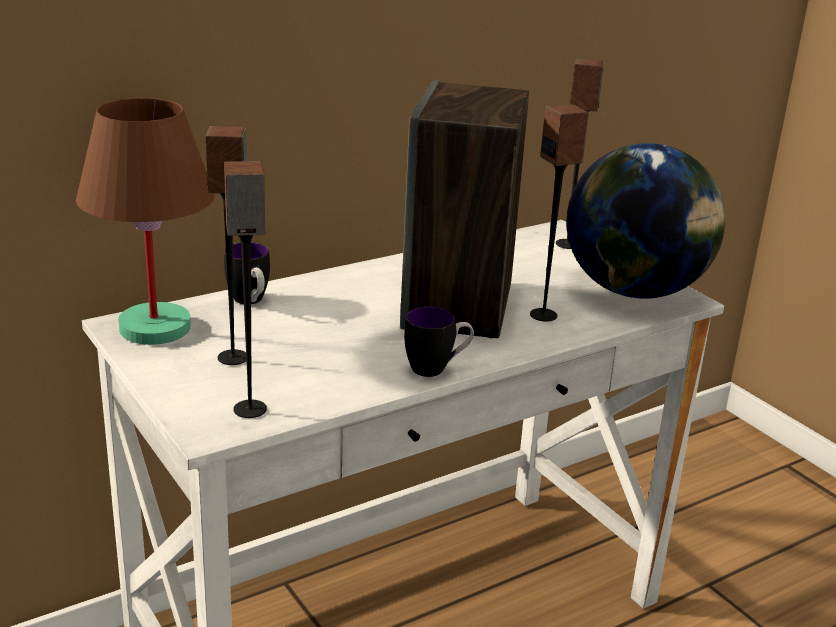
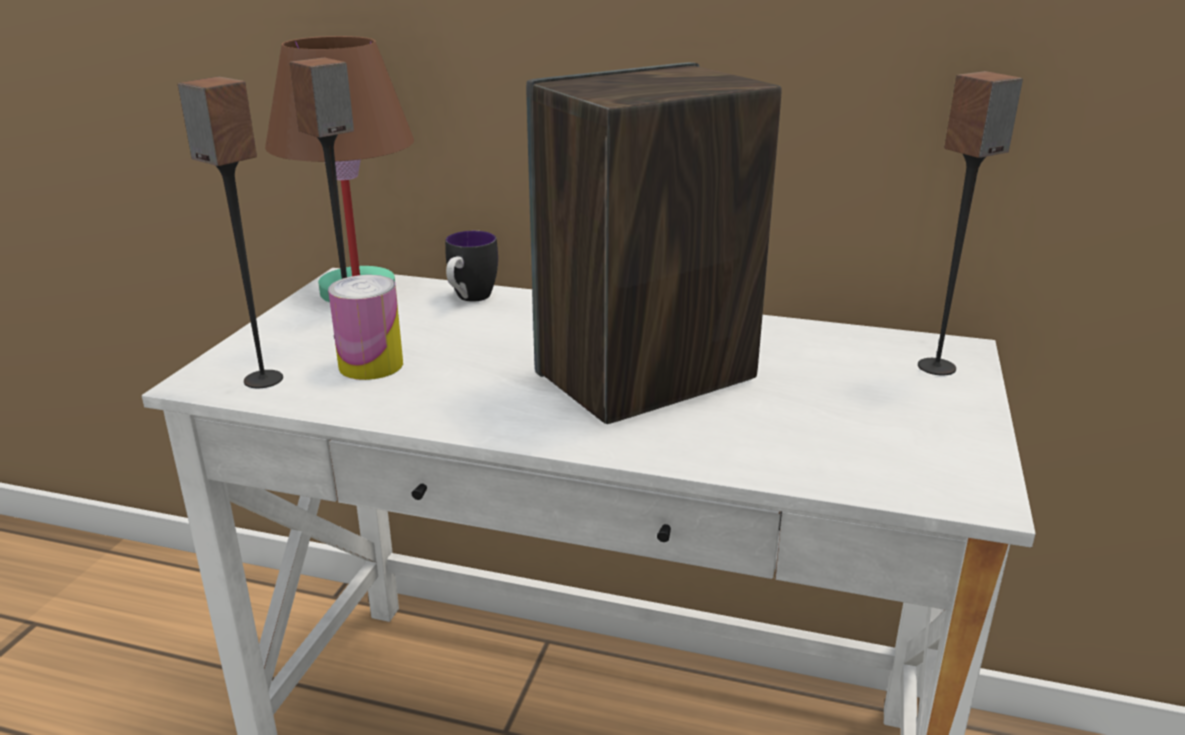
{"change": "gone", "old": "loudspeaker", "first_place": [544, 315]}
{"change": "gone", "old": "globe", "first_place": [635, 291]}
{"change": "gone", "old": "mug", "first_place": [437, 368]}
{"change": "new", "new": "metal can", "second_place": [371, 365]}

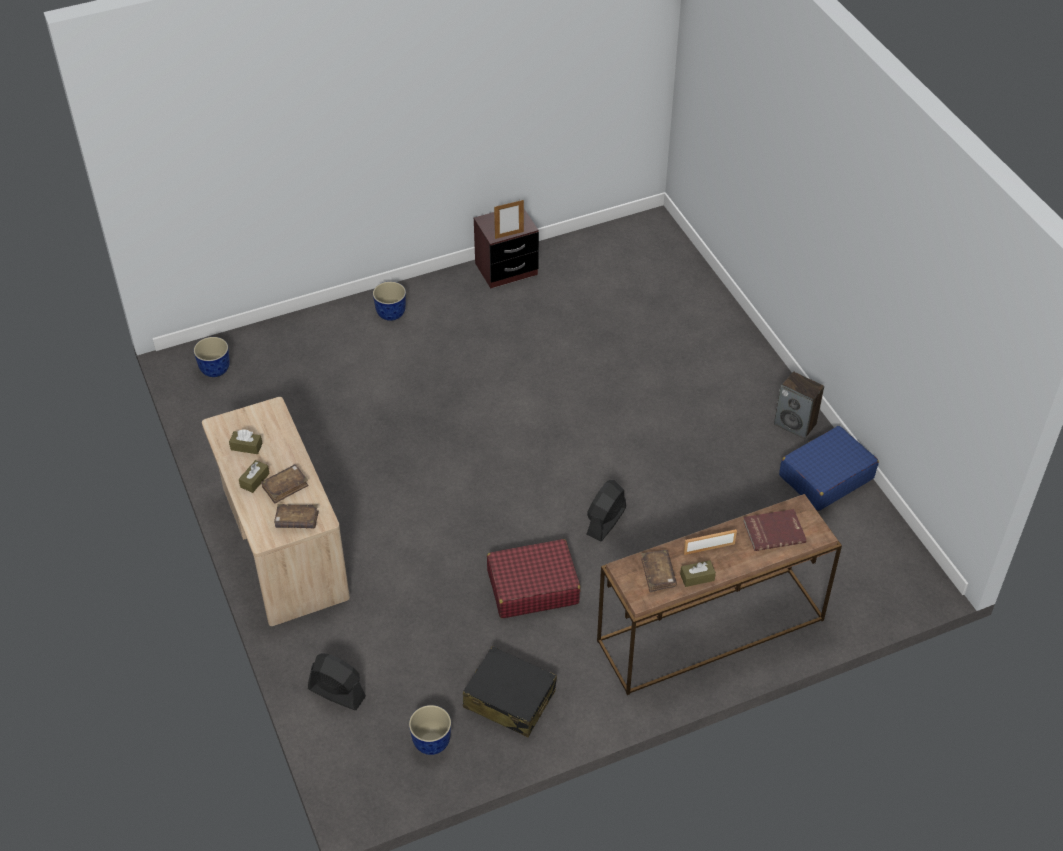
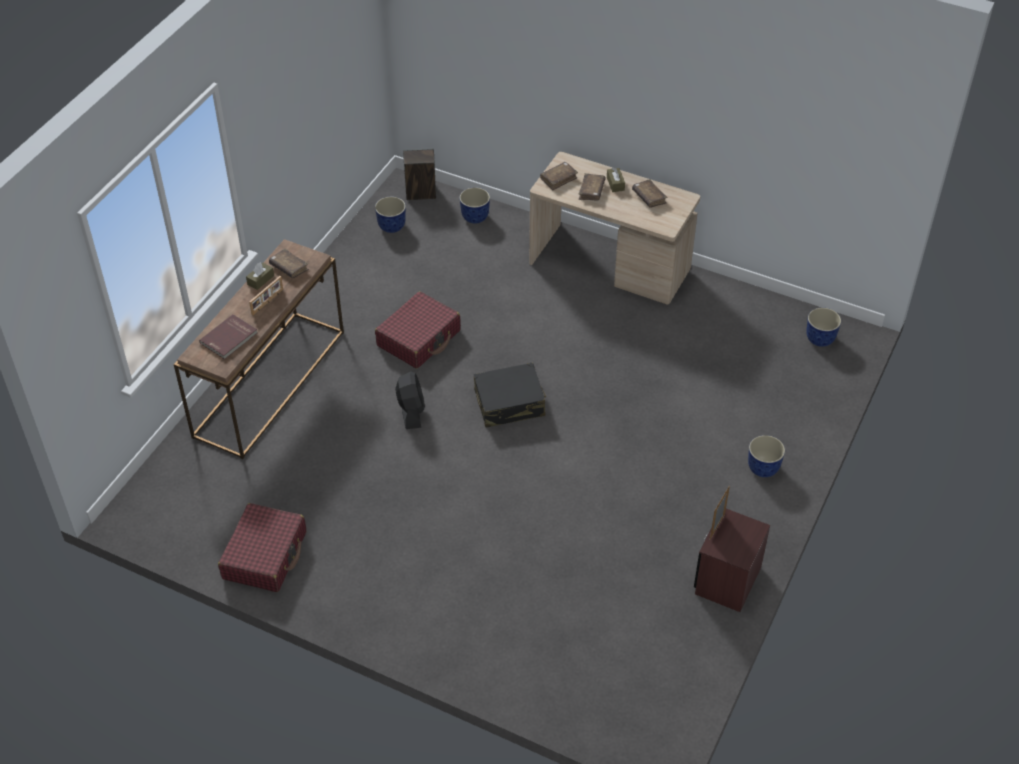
{"change": "shifted", "old": "loudspeaker", "first_place": [795, 424], "second_place": [420, 193]}
{"change": "repainted", "old": "blue travel case", "new": "reddish travel case", "first_place": [826, 477], "second_place": [265, 555]}
{"change": "swapped", "old": "brown box of tissues", "new": "brown book", "first_place": [246, 446], "second_place": [649, 197]}
{"change": "shifted", "old": "black travel case", "first_place": [509, 699], "second_place": [509, 403]}
{"change": "swapped", "old": "black fan", "new": "plant pot", "first_place": [336, 692], "second_place": [475, 217]}

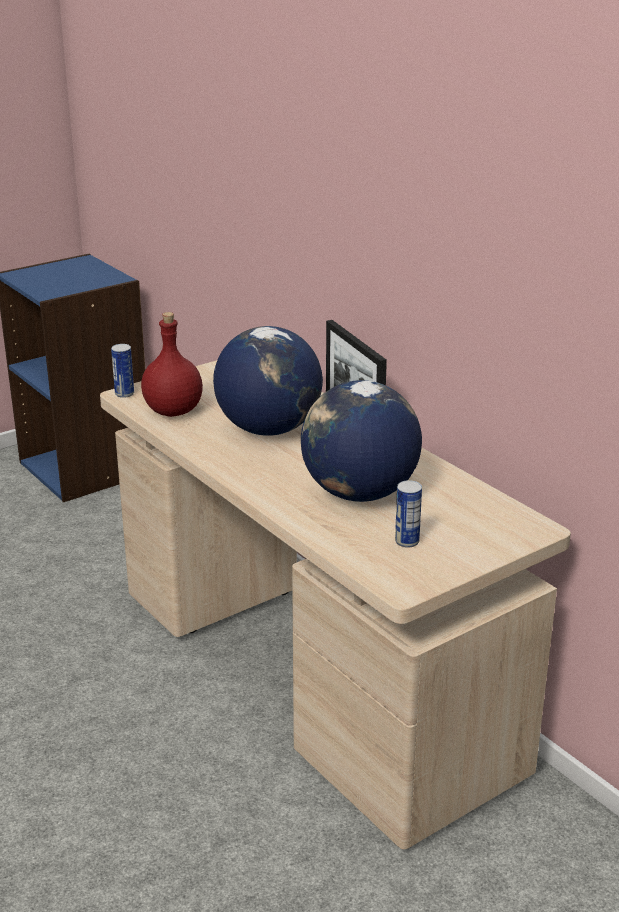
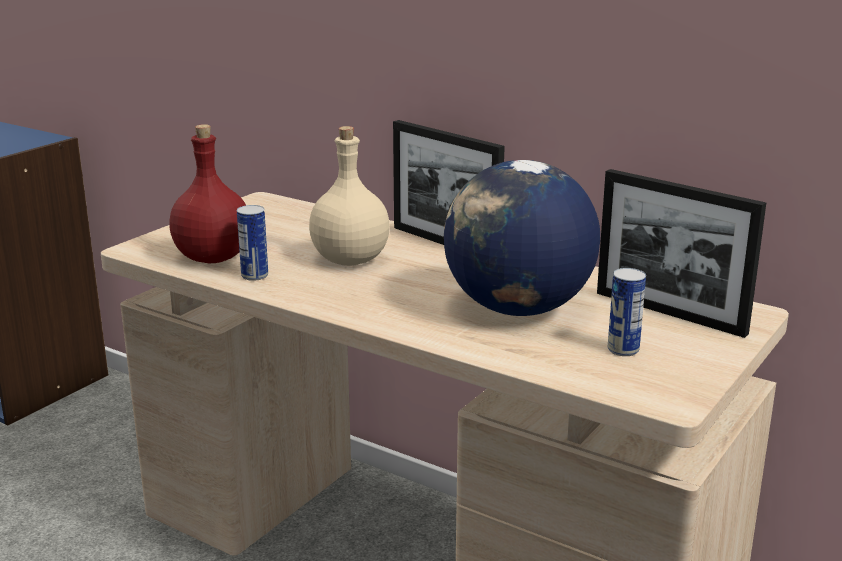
{"change": "swapped", "old": "globe", "new": "beige beverage bottle", "first_place": [268, 429], "second_place": [348, 260]}
{"change": "shifted", "old": "metal can", "first_place": [124, 394], "second_place": [254, 276]}
{"change": "new", "new": "standing frame", "second_place": [669, 313]}

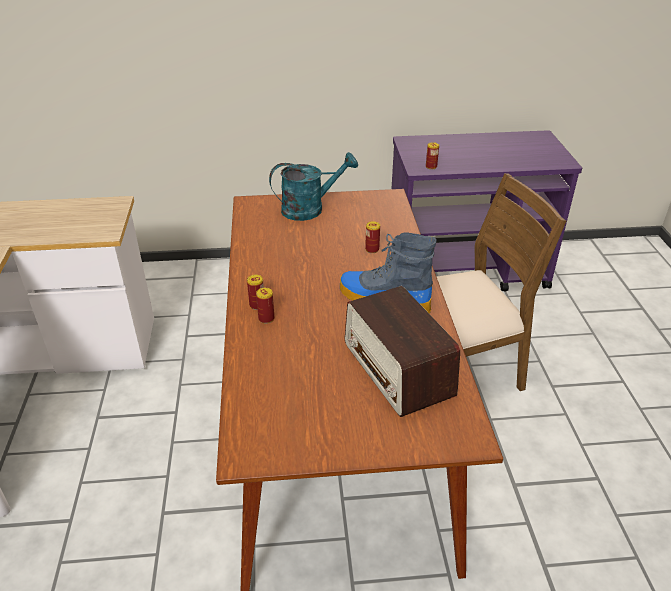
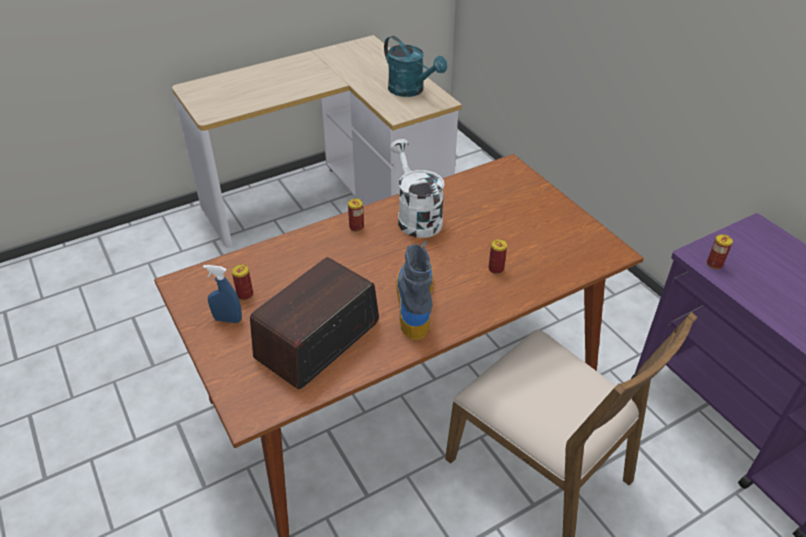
{"change": "shifted", "old": "turquoise-coloured watering pot", "first_place": [310, 209], "second_place": [411, 90]}
{"change": "shifted", "old": "metal can", "first_place": [266, 318], "second_place": [245, 295]}
{"change": "new", "new": "white watering pot", "second_place": [416, 217]}
{"change": "new", "new": "blue sprayer", "second_place": [228, 319]}

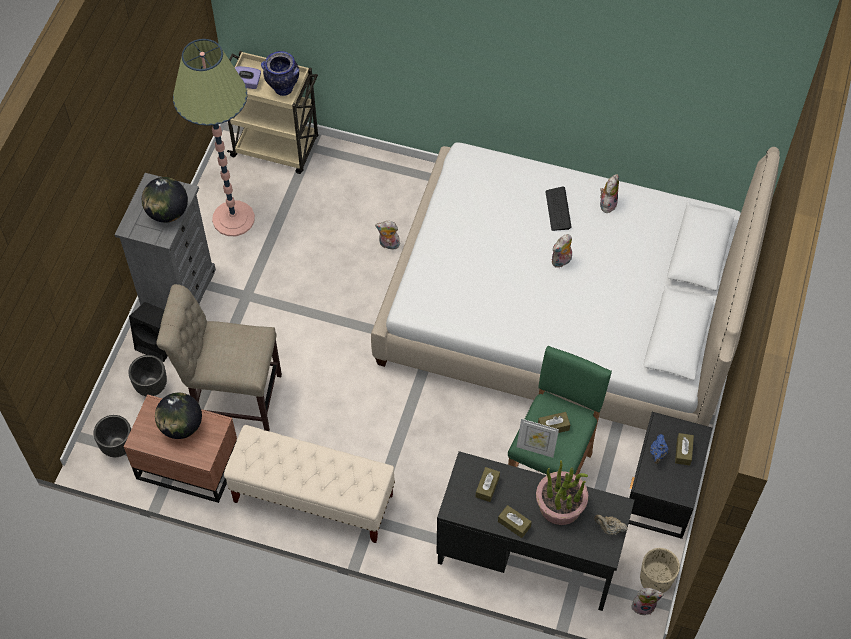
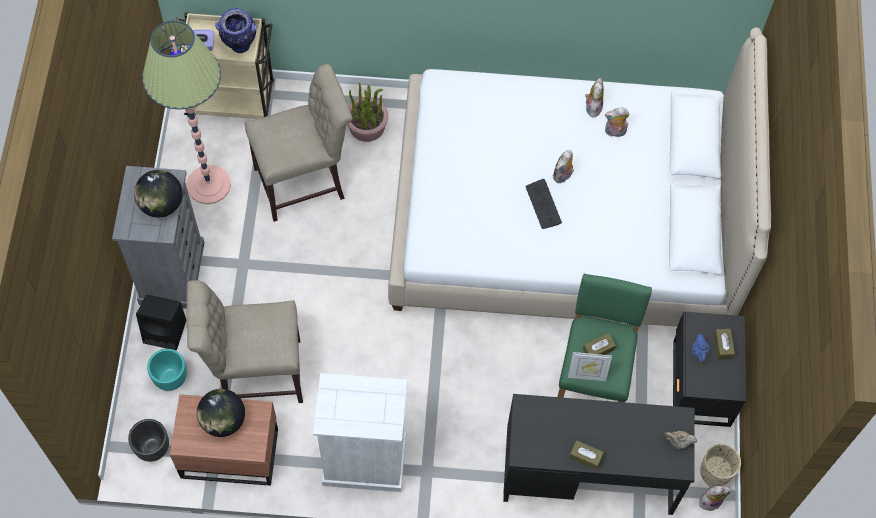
{"change": "shifted", "old": "keyboard", "first_place": [558, 209], "second_place": [543, 205]}
{"change": "shifted", "old": "cuddly toy", "first_place": [388, 245], "second_place": [614, 132]}
{"change": "repainted", "old": "black plant pot", "new": "turquoise-coloured plant pot", "first_place": [151, 387], "second_place": [170, 379]}
{"change": "swapped", "old": "beige long seat", "new": "white drawer chest", "first_place": [313, 498], "second_place": [364, 461]}
{"change": "shifted", "old": "potted plant", "first_place": [560, 505], "second_place": [367, 126]}
{"change": "gone", "old": "brown box of tissues", "first_place": [487, 487]}
{"change": "new", "new": "beige chair", "second_place": [305, 182]}

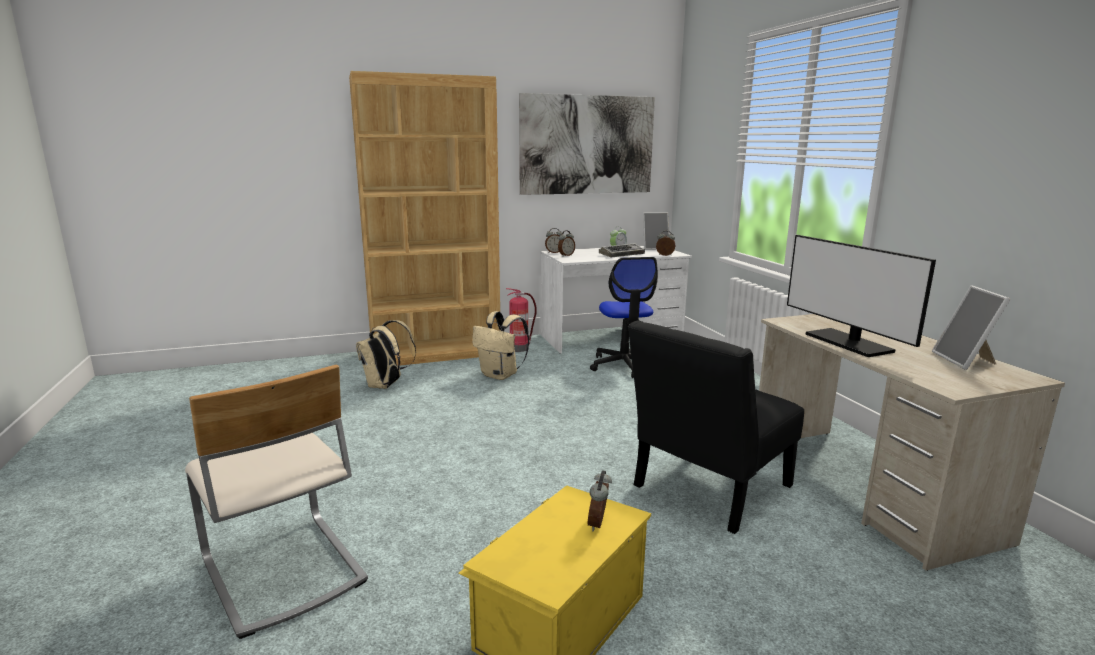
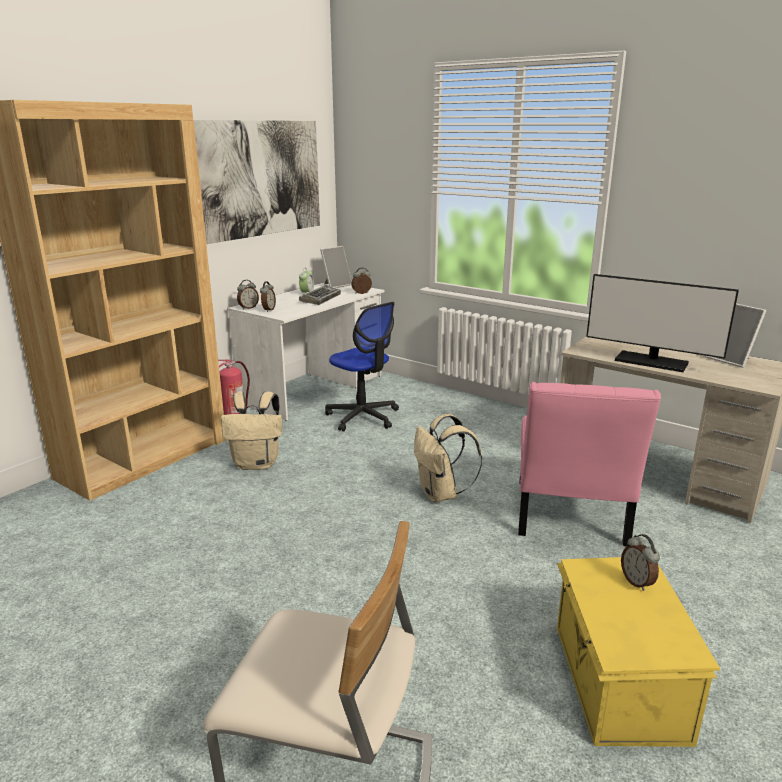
{"change": "shifted", "old": "beige rucksack", "first_place": [385, 385], "second_place": [441, 494]}
{"change": "repainted", "old": "black chair", "new": "pink-coloured chair", "first_place": [707, 489], "second_place": [569, 516]}

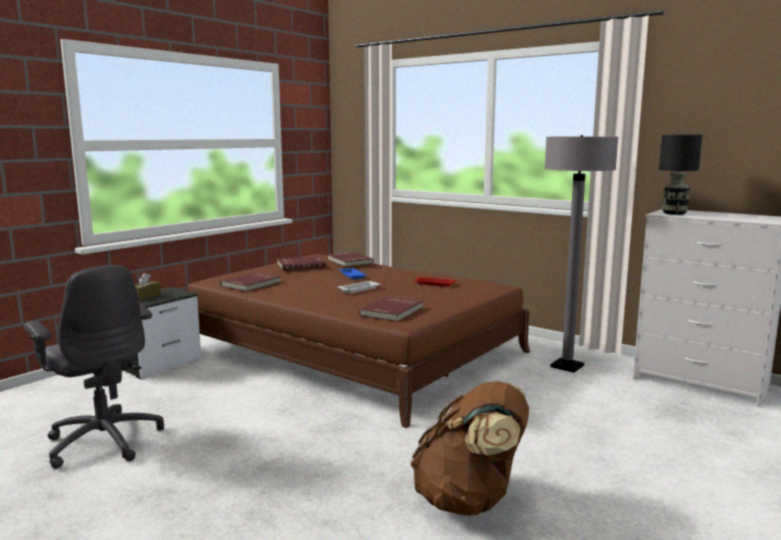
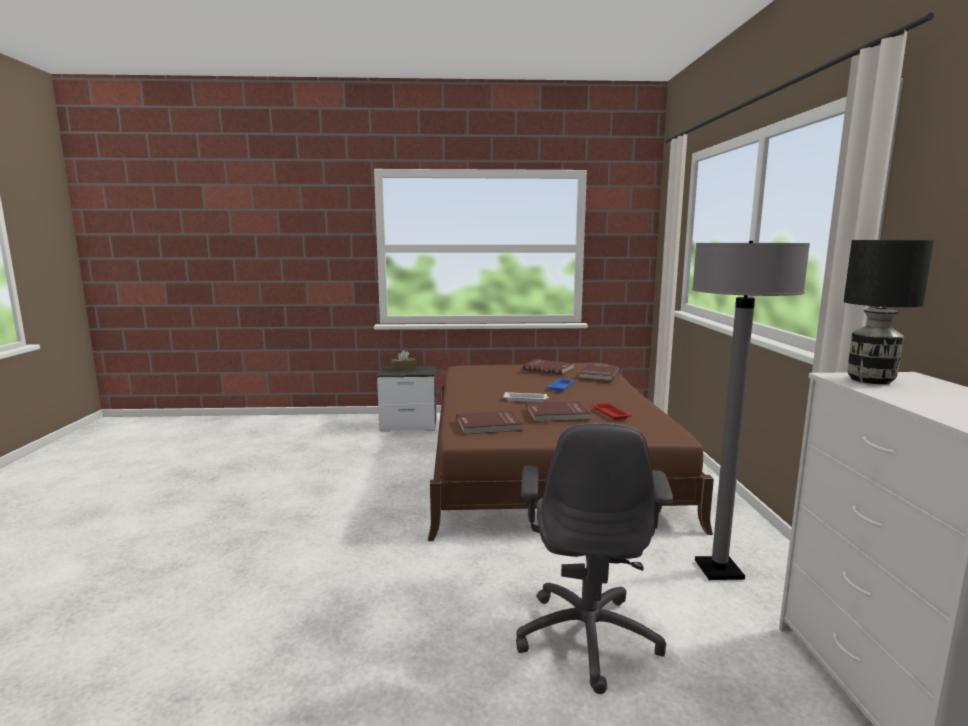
{"change": "shifted", "old": "grey computer chair", "first_place": [104, 441], "second_place": [588, 636]}
{"change": "shifted", "old": "reddish book", "first_place": [252, 284], "second_place": [557, 414]}
{"change": "gone", "old": "brown rucksack", "first_place": [470, 500]}

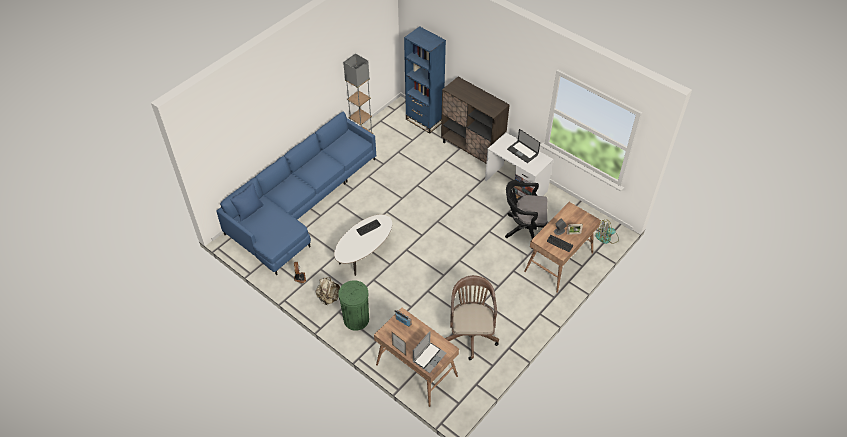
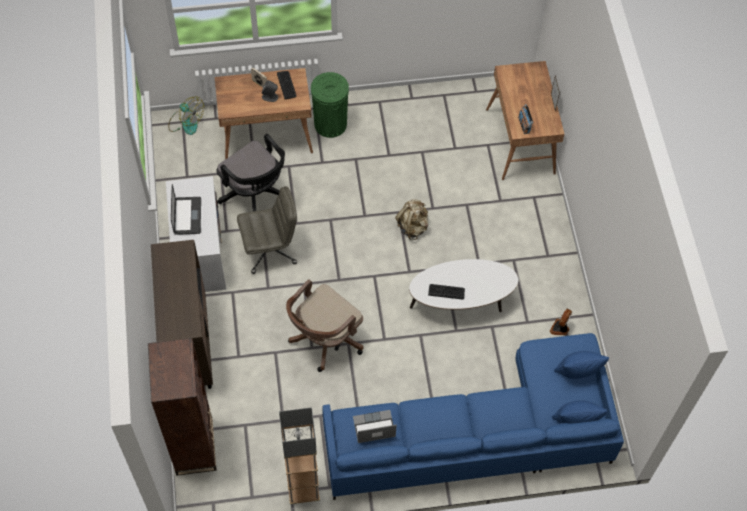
{"change": "repainted", "old": "blue bookshelf", "new": "brown bookshelf", "first_place": [424, 120], "second_place": [194, 446]}
{"change": "shifted", "old": "brown computer chair", "first_place": [471, 333], "second_place": [324, 340]}
{"change": "shifted", "old": "beige rucksack", "first_place": [328, 298], "second_place": [412, 226]}
{"change": "shifted", "old": "green waste bin", "first_place": [356, 319], "second_place": [330, 124]}
{"change": "shifted", "old": "notebook computer", "first_place": [429, 357], "second_place": [373, 428]}
{"change": "new", "new": "grey computer chair", "second_place": [270, 249]}
{"change": "new", "new": "blue throw pillow", "second_place": [577, 372]}

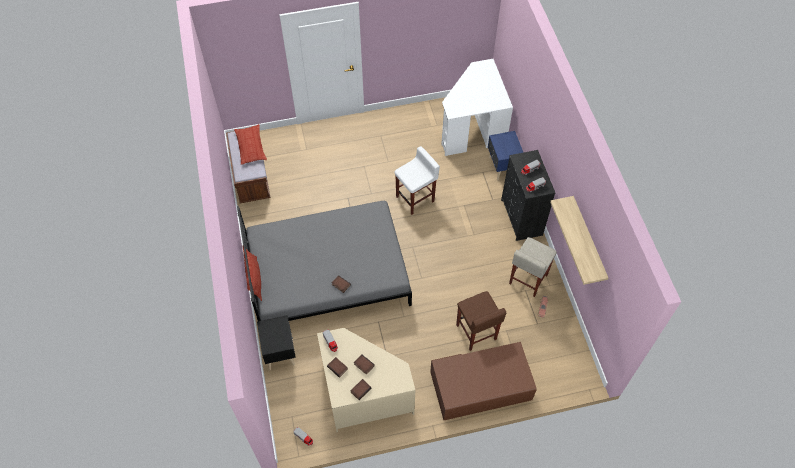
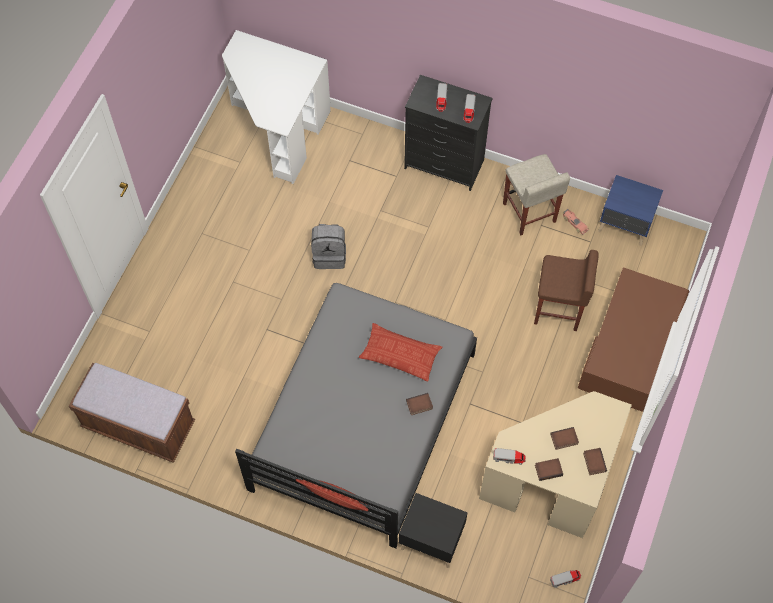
{"change": "shifted", "old": "throw pillow", "first_place": [250, 146], "second_place": [400, 354]}
{"change": "shifted", "old": "blue night table", "first_place": [502, 167], "second_place": [625, 226]}
{"change": "swapped", "old": "white sitting stool", "new": "grey rucksack", "first_place": [415, 198], "second_place": [329, 255]}
{"change": "gone", "old": "wall shelf", "first_place": [588, 240]}

